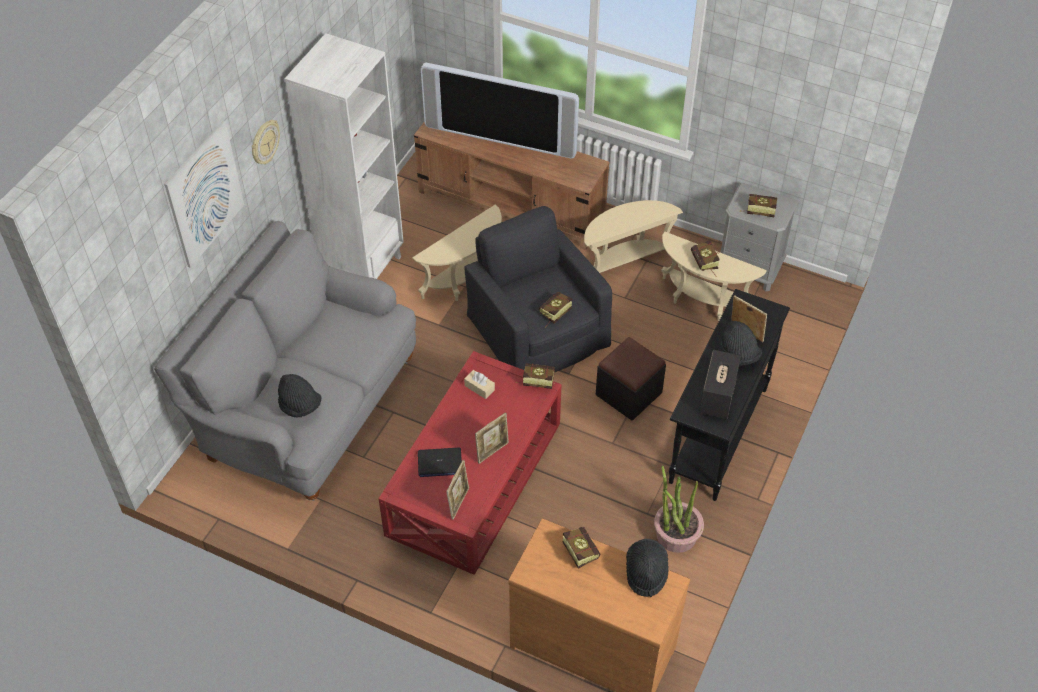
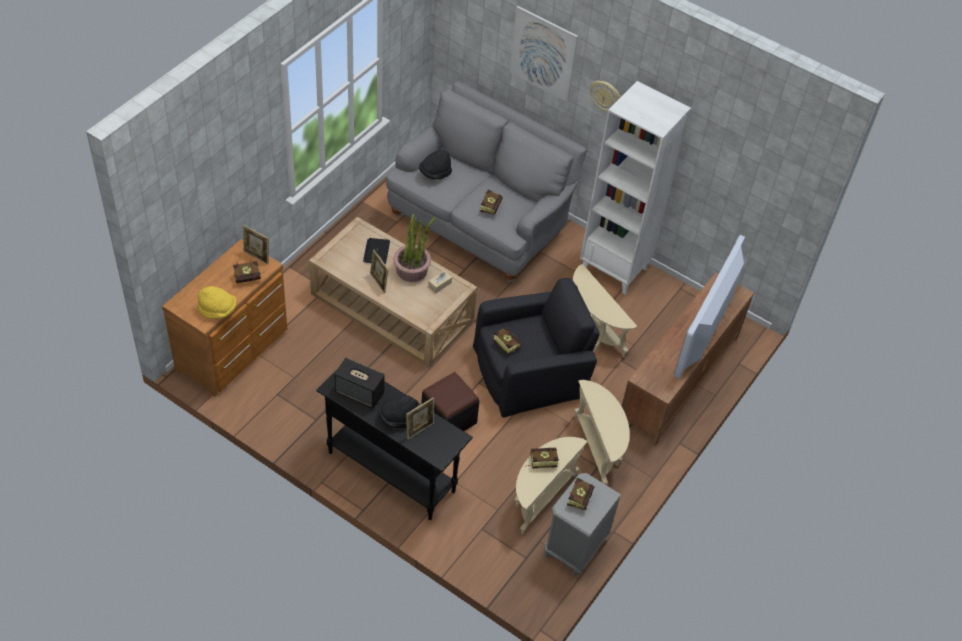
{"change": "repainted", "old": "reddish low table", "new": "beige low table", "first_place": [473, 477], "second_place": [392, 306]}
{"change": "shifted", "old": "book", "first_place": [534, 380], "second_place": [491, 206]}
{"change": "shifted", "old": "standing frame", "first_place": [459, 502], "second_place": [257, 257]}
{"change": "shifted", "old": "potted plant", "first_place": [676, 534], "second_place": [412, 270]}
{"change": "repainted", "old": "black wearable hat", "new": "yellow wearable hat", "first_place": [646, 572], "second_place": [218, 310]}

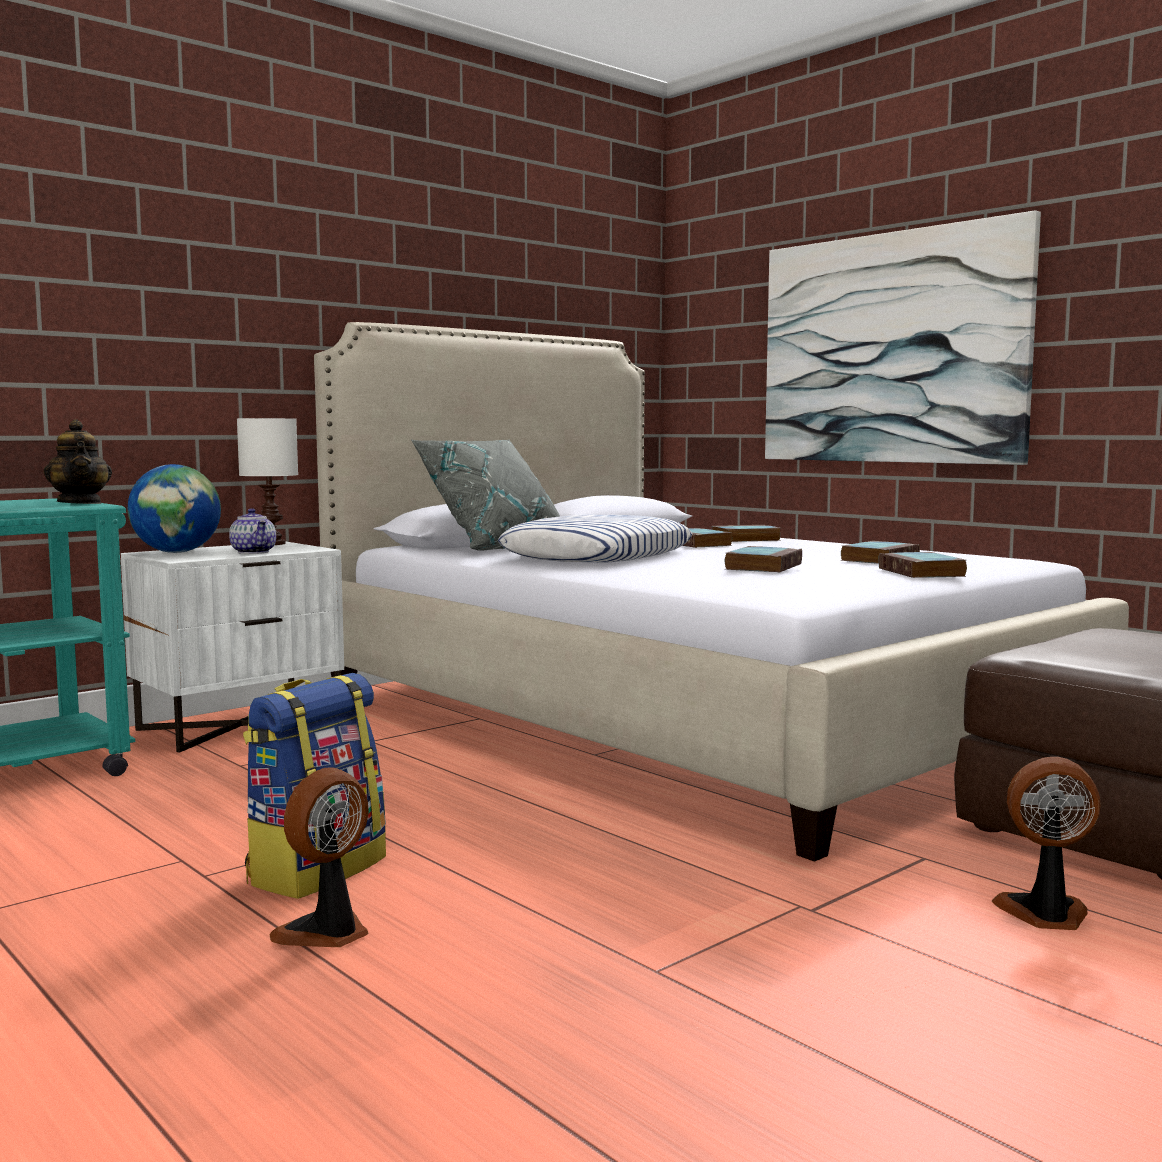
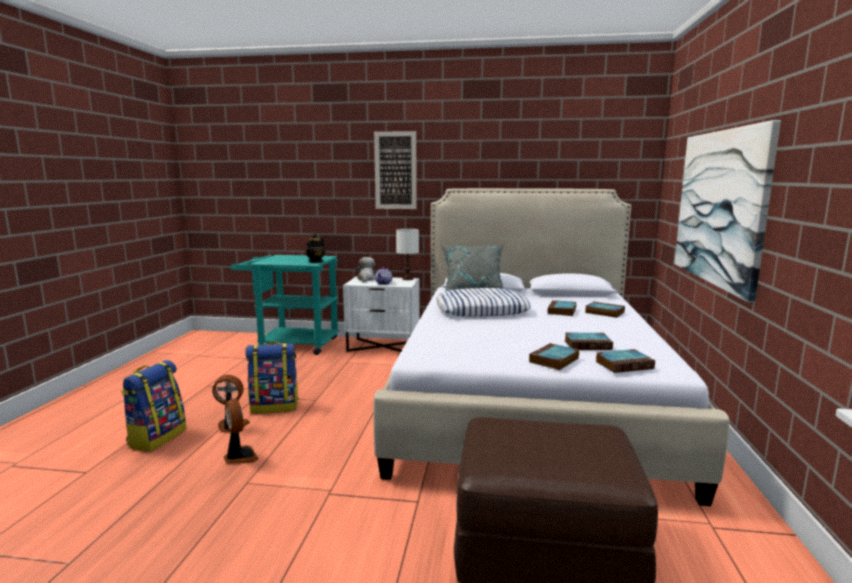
{"change": "swapped", "old": "globe", "new": "cuddly toy", "first_place": [177, 552], "second_place": [366, 279]}
{"change": "shifted", "old": "book", "first_place": [763, 566], "second_place": [624, 365]}
{"change": "shifted", "old": "fan", "first_place": [1045, 915], "second_place": [240, 457]}
{"change": "new", "new": "picture", "second_place": [395, 170]}
{"change": "new", "new": "rucksack", "second_place": [157, 438]}

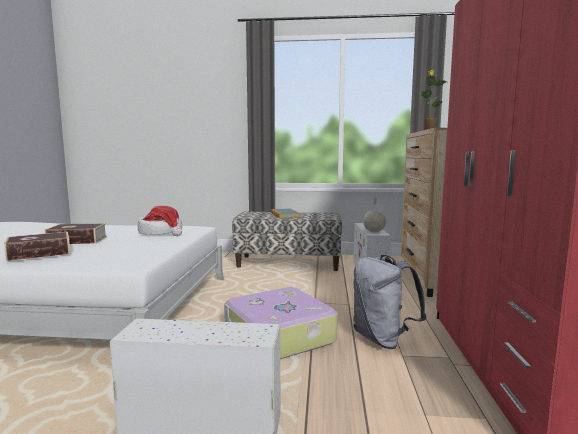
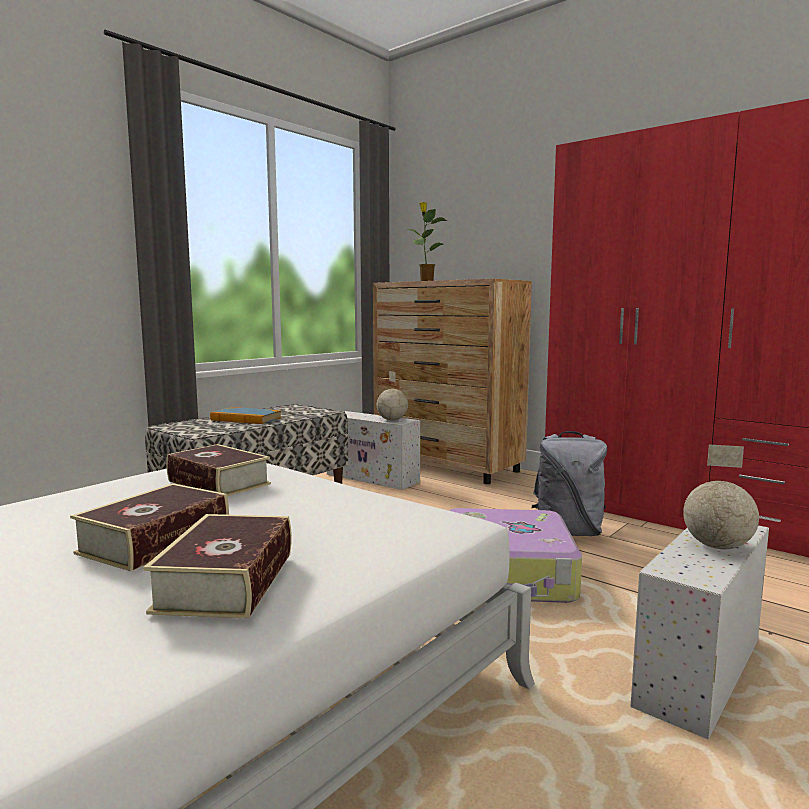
{"change": "swapped", "old": "wearable hat", "new": "book", "first_place": [161, 232], "second_place": [218, 482]}
{"change": "new", "new": "globe", "second_place": [718, 547]}

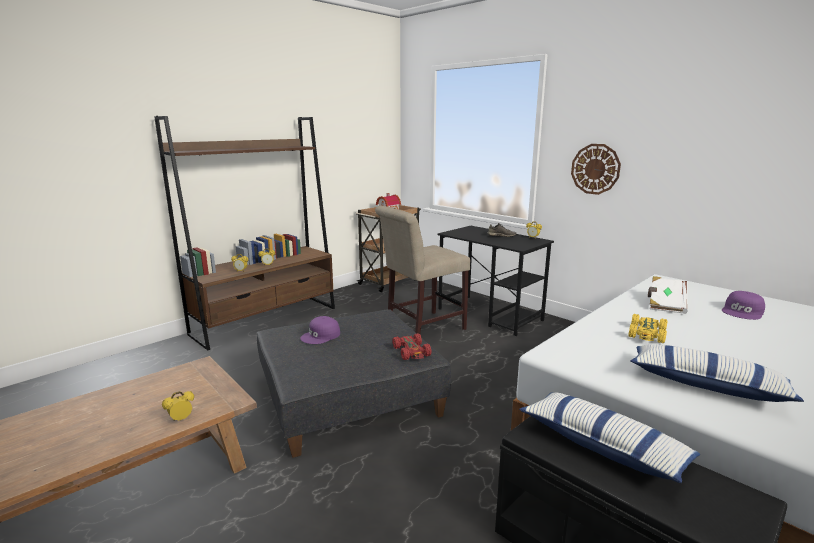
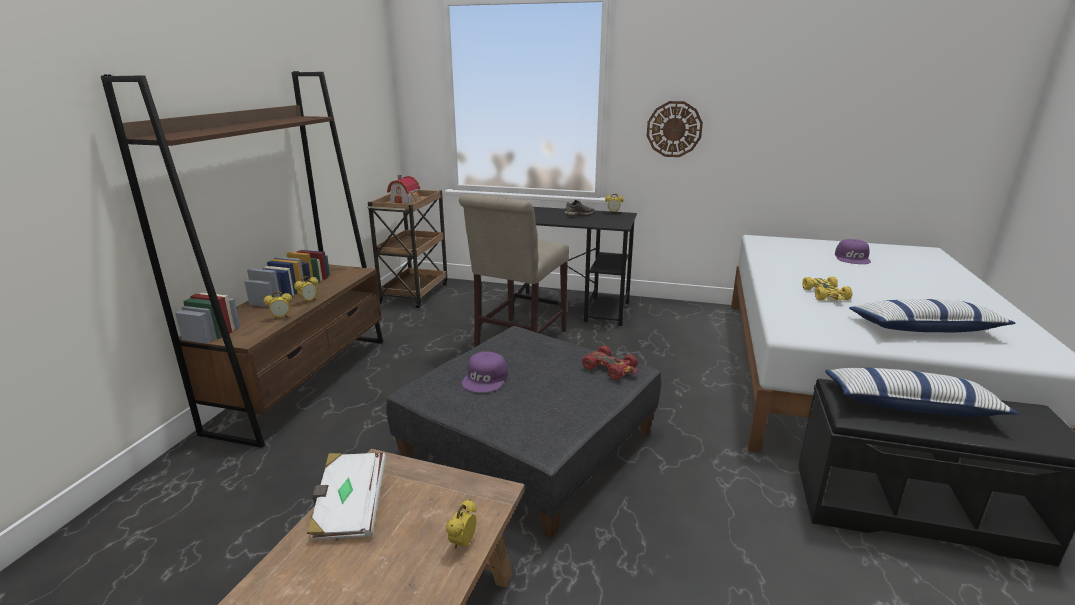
{"change": "shifted", "old": "white book", "first_place": [665, 304], "second_place": [349, 509]}

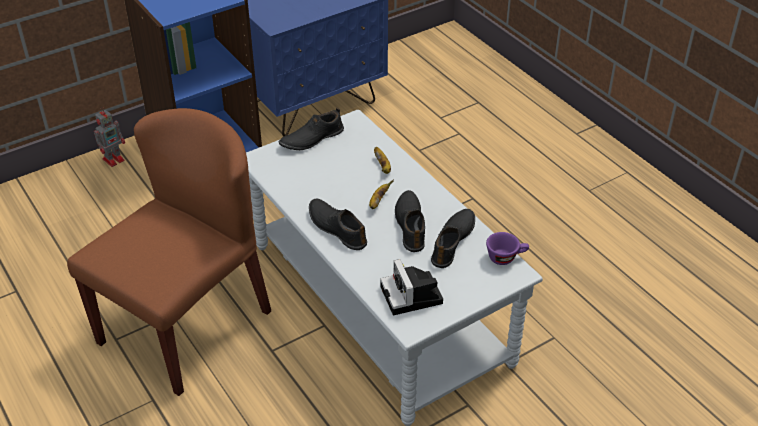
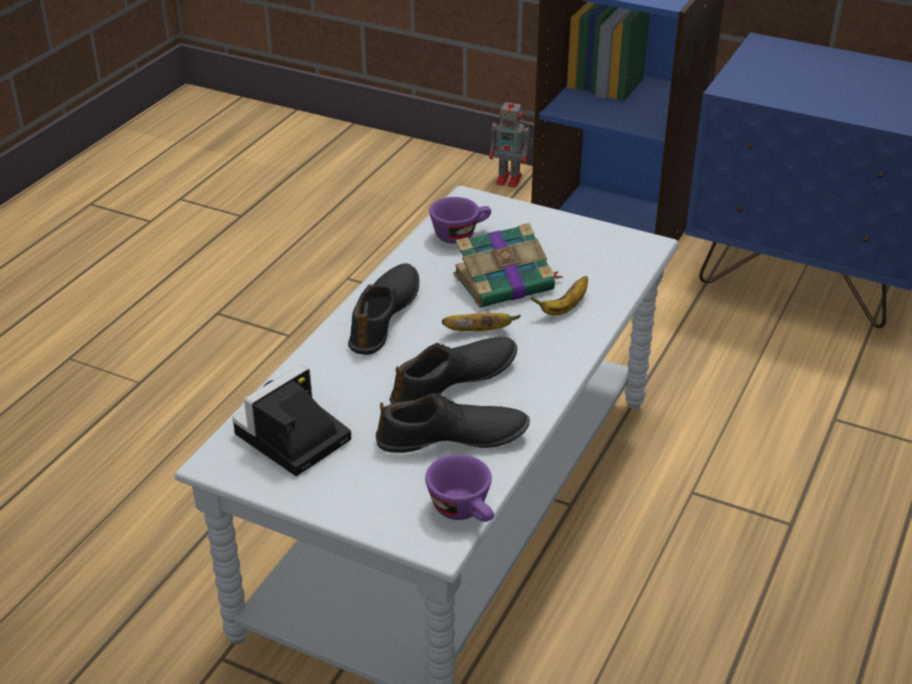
{"change": "gone", "old": "brown chair", "first_place": [185, 326]}
{"change": "gone", "old": "black item of footwear", "first_place": [311, 139]}
{"change": "new", "new": "purple small cup", "second_place": [460, 234]}
{"change": "new", "new": "book", "second_place": [506, 282]}

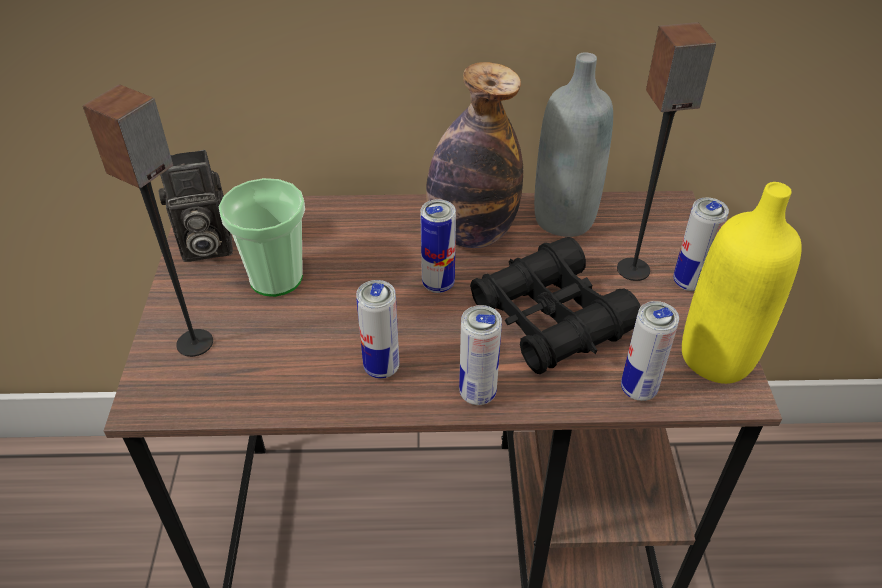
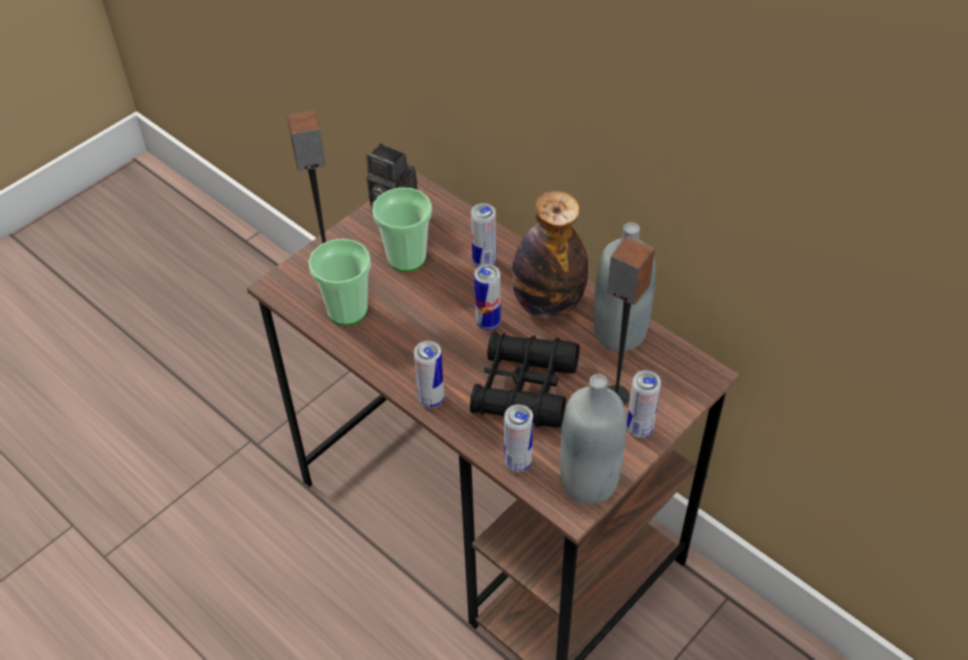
{"change": "repainted", "old": "yellow beverage bottle", "new": "grey beverage bottle", "first_place": [717, 357], "second_place": [588, 482]}
{"change": "shifted", "old": "metal can", "first_place": [381, 367], "second_place": [484, 261]}
{"change": "new", "new": "small cup", "second_place": [347, 310]}

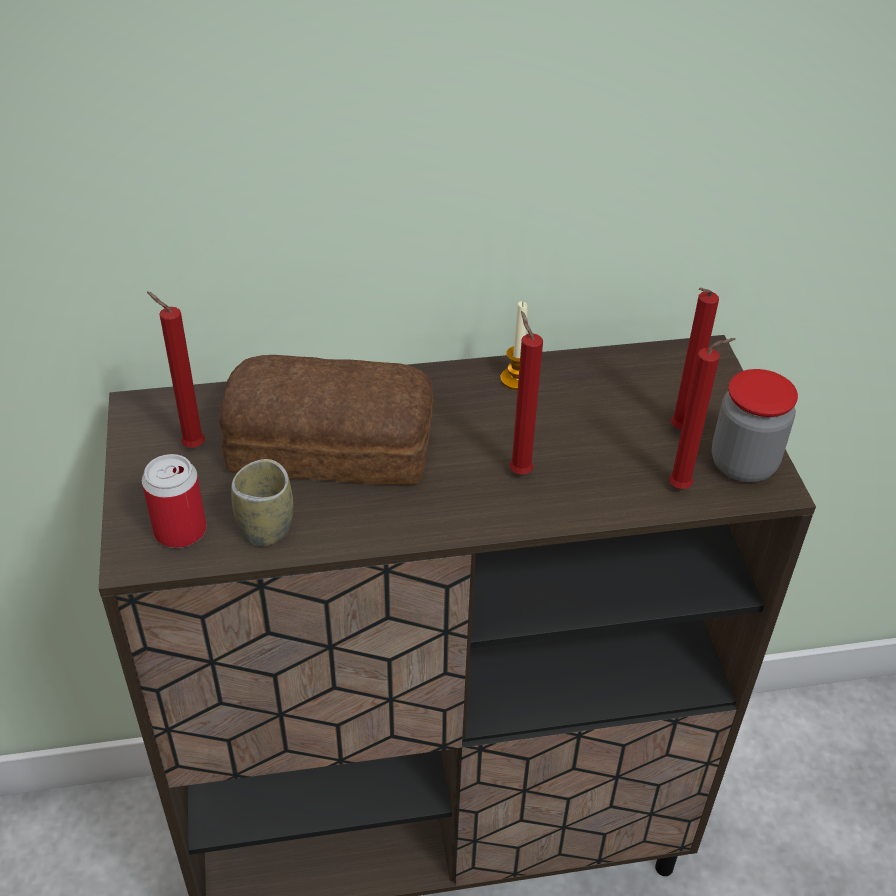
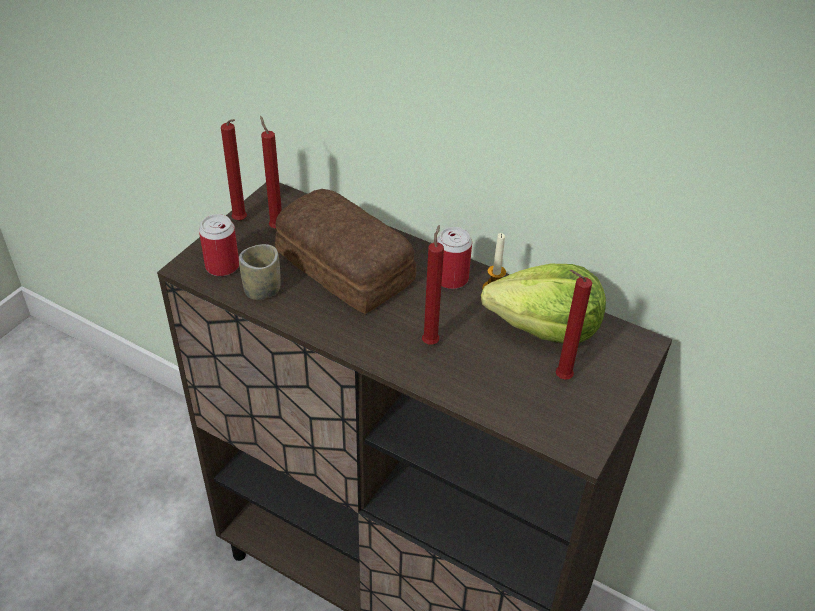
{"change": "shifted", "old": "reddish candle", "first_place": [683, 488], "second_place": [241, 221]}
{"change": "gone", "old": "jar", "first_place": [743, 464]}
{"change": "new", "new": "metal can", "second_place": [451, 279]}
{"change": "new", "new": "head of lettuce", "second_place": [545, 328]}

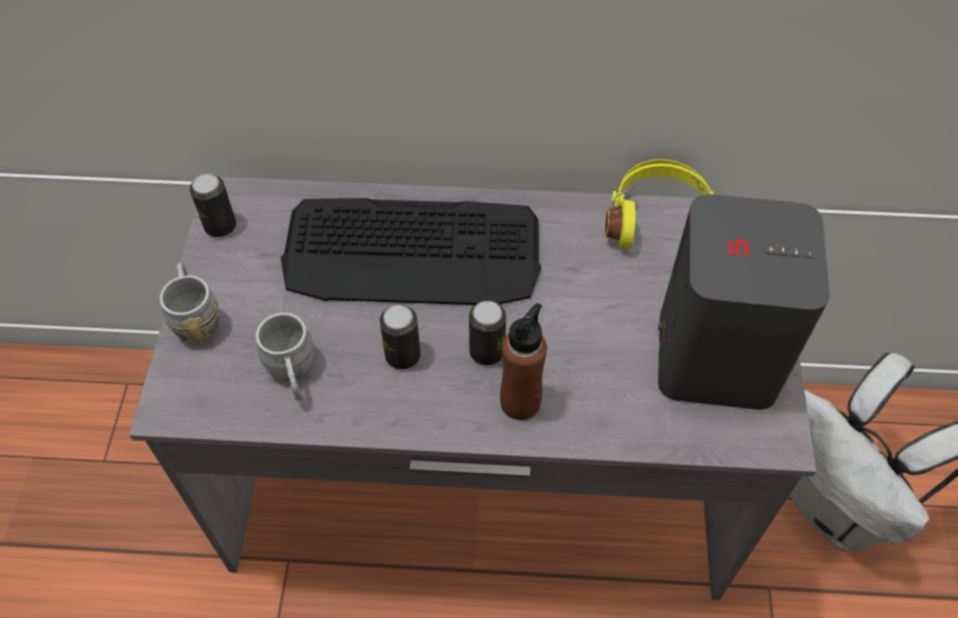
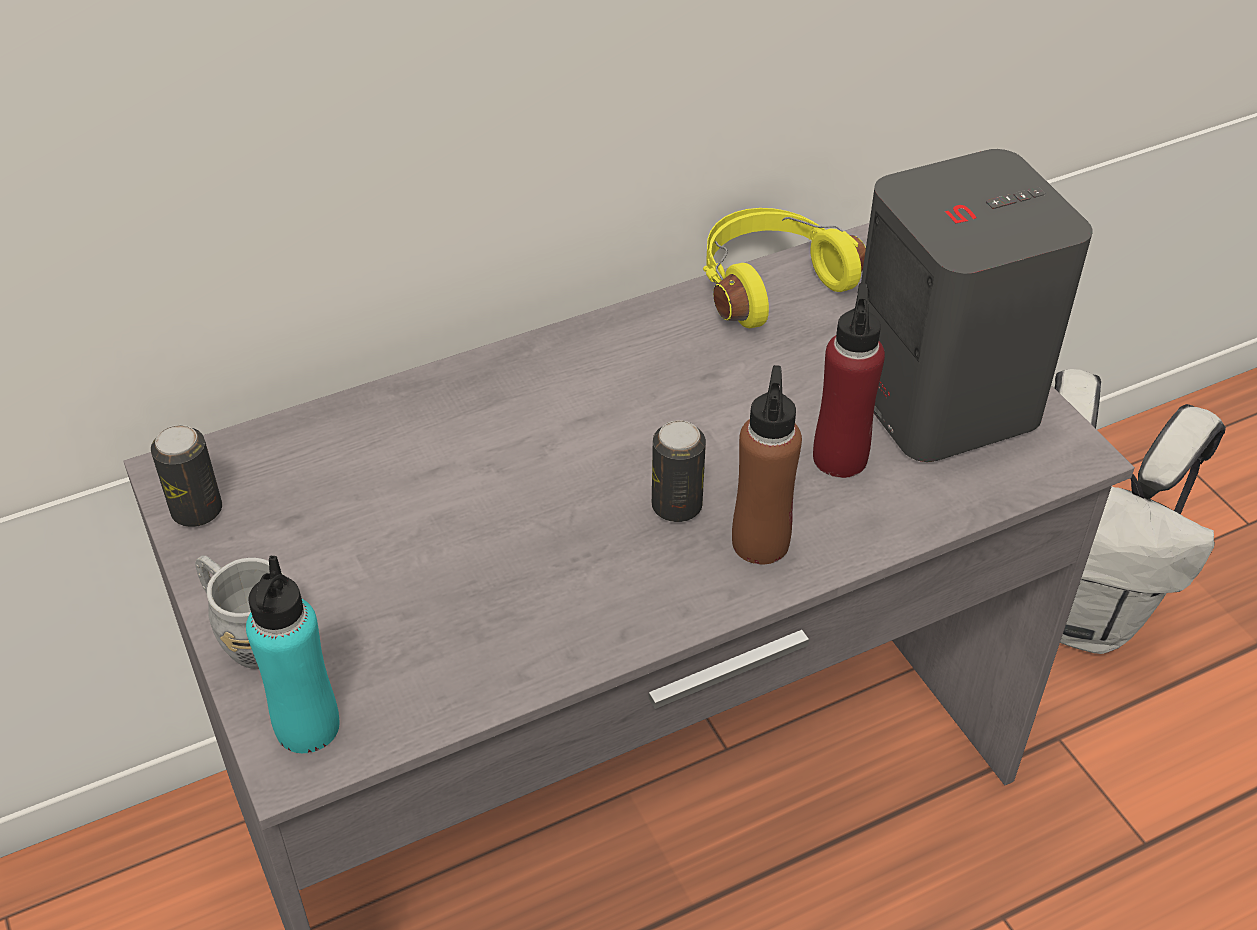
{"change": "gone", "old": "keyboard", "first_place": [413, 253]}
{"change": "gone", "old": "metal can", "first_place": [402, 355]}
{"change": "gone", "old": "grey mug", "first_place": [293, 375]}
{"change": "new", "new": "reddish beverage bottle", "second_place": [840, 458]}
{"change": "new", "new": "turquoise-coloured beverage bottle", "second_place": [307, 727]}

